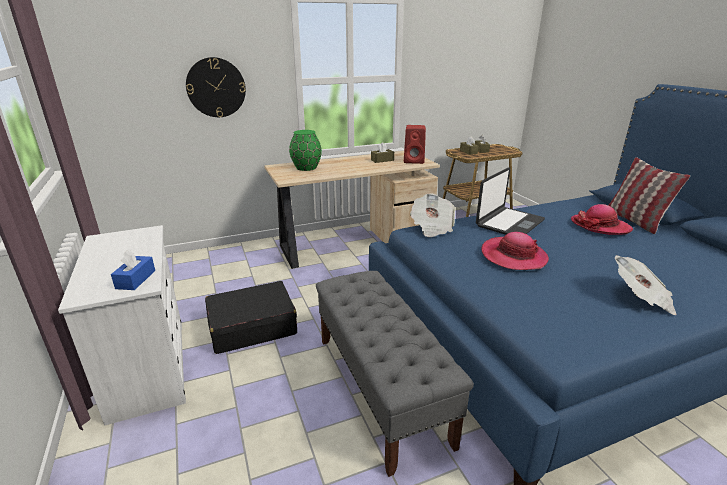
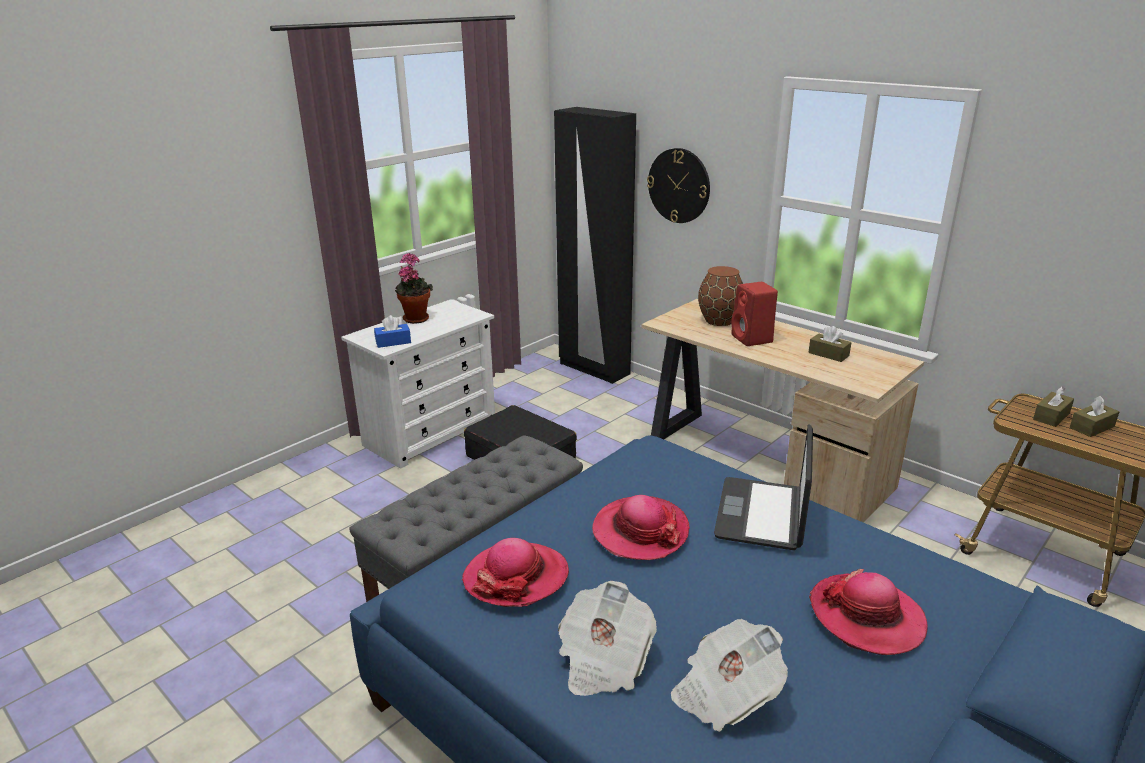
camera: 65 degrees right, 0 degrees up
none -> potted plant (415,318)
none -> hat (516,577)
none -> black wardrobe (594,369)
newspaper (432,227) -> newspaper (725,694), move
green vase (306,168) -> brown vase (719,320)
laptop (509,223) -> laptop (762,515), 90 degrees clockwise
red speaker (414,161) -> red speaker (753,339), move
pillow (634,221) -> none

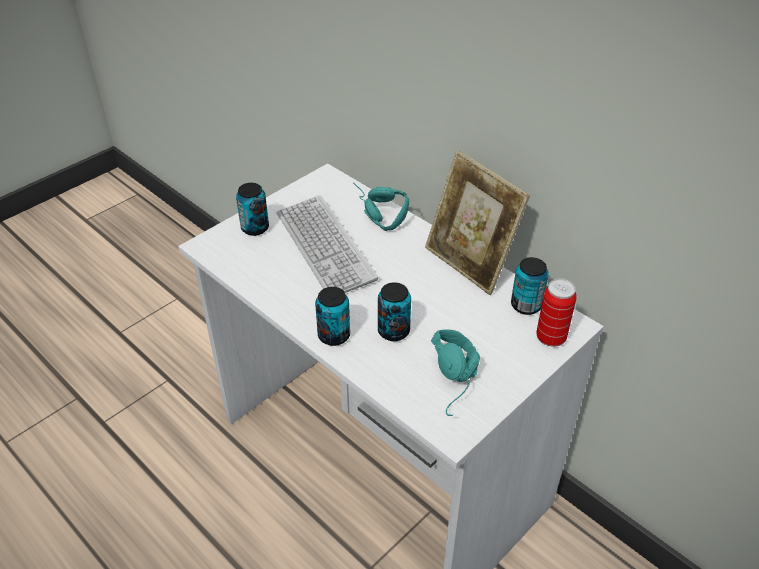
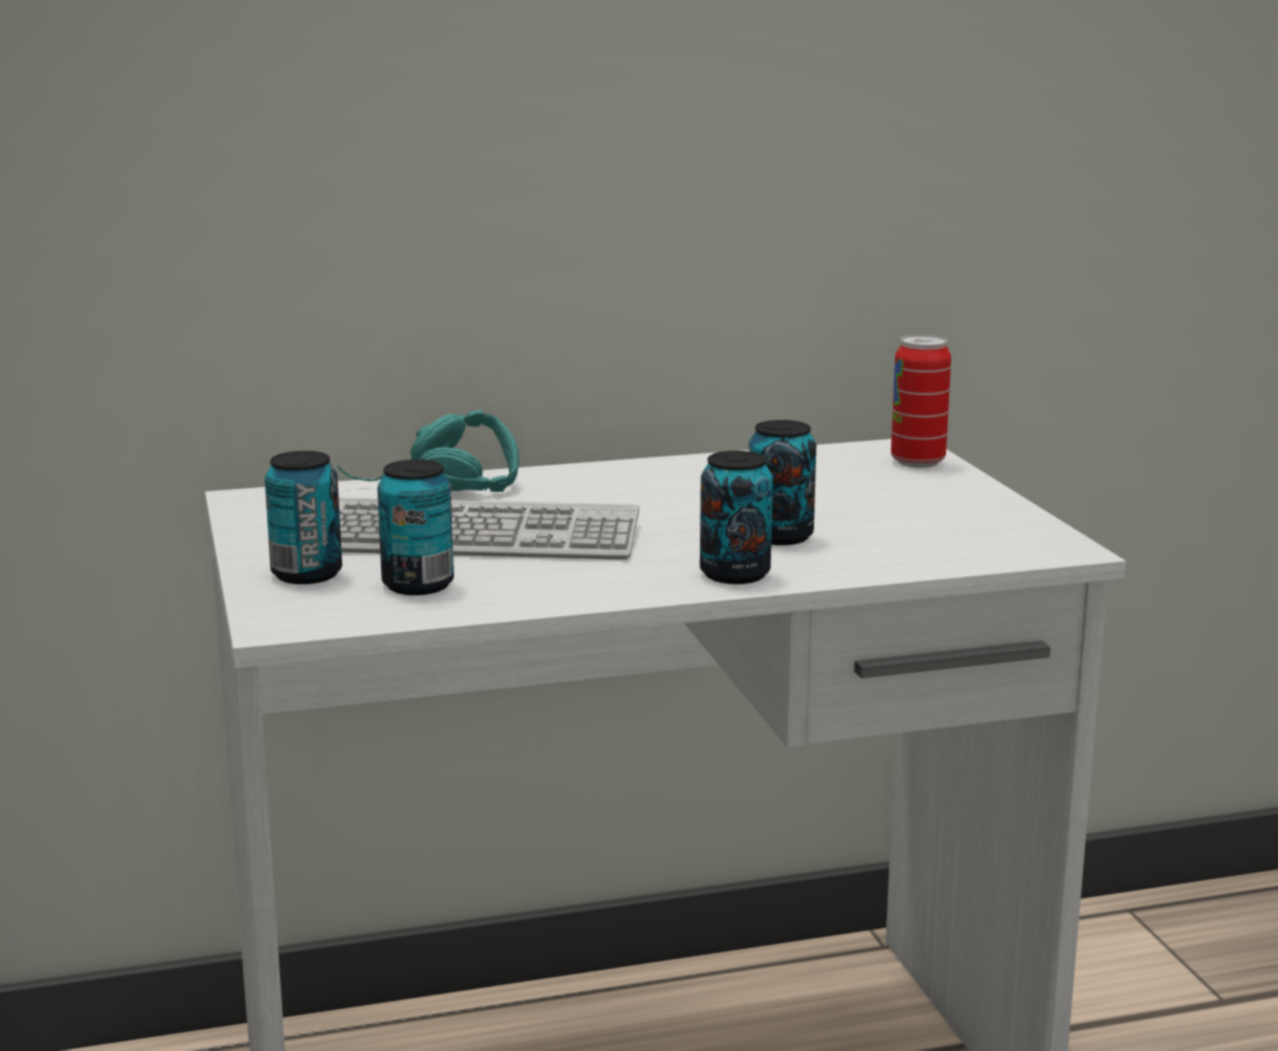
camera: 60 degrees left, 25 degrees down
can (526,305) -> can (418,585), move
picture frame (469,263) -> none
turquoise headphones (460,382) -> none

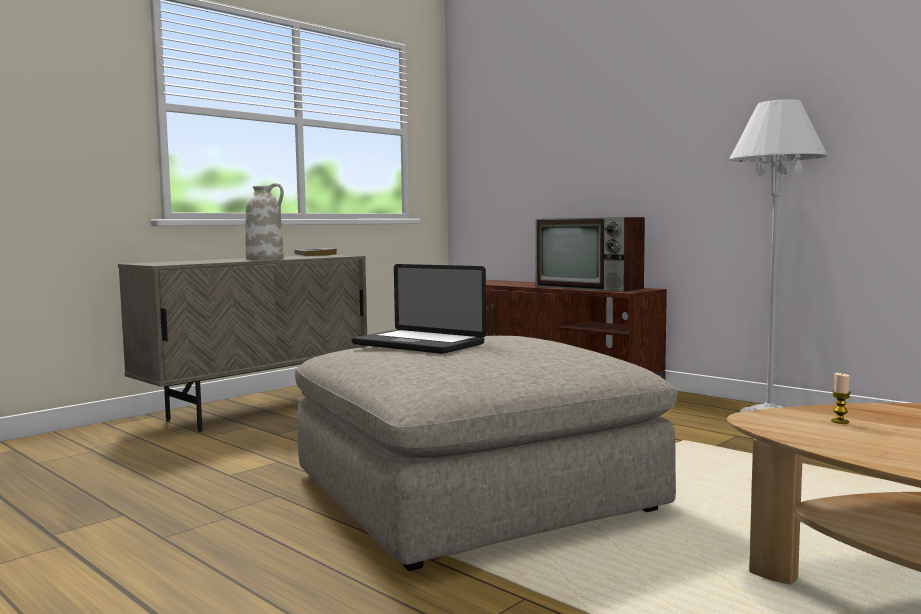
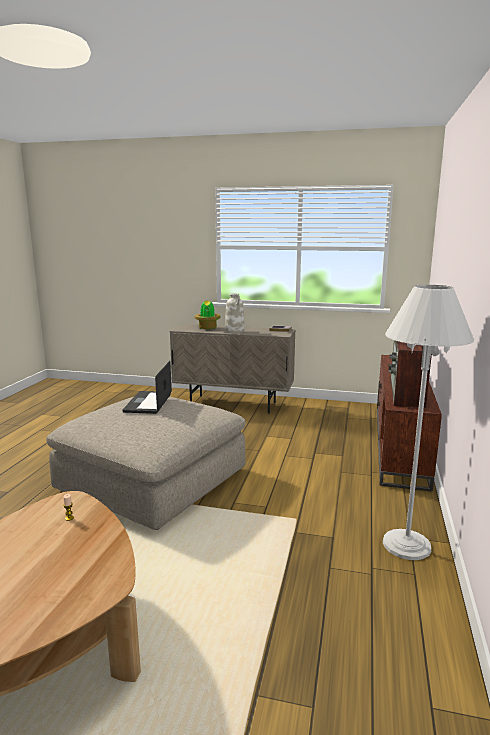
camera: 60 degrees right, 10 degrees up
none -> potted plant (207,328)

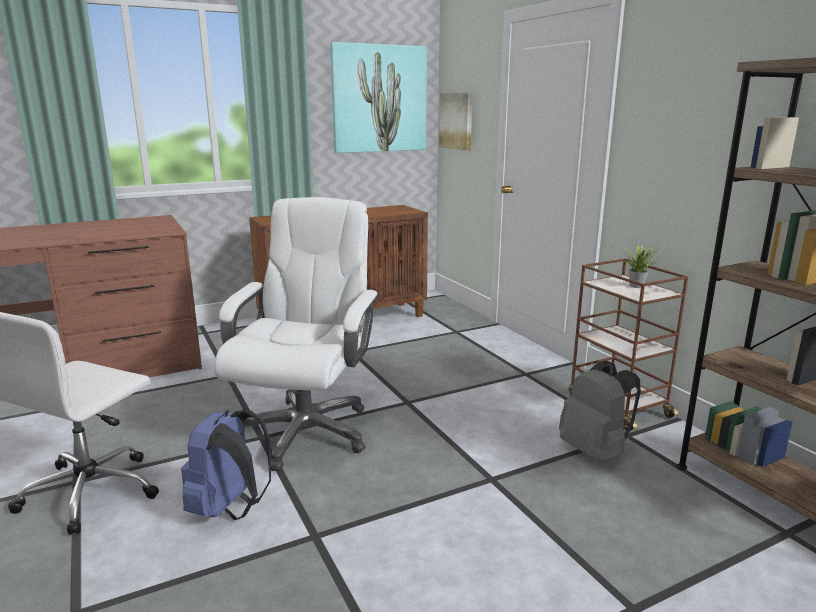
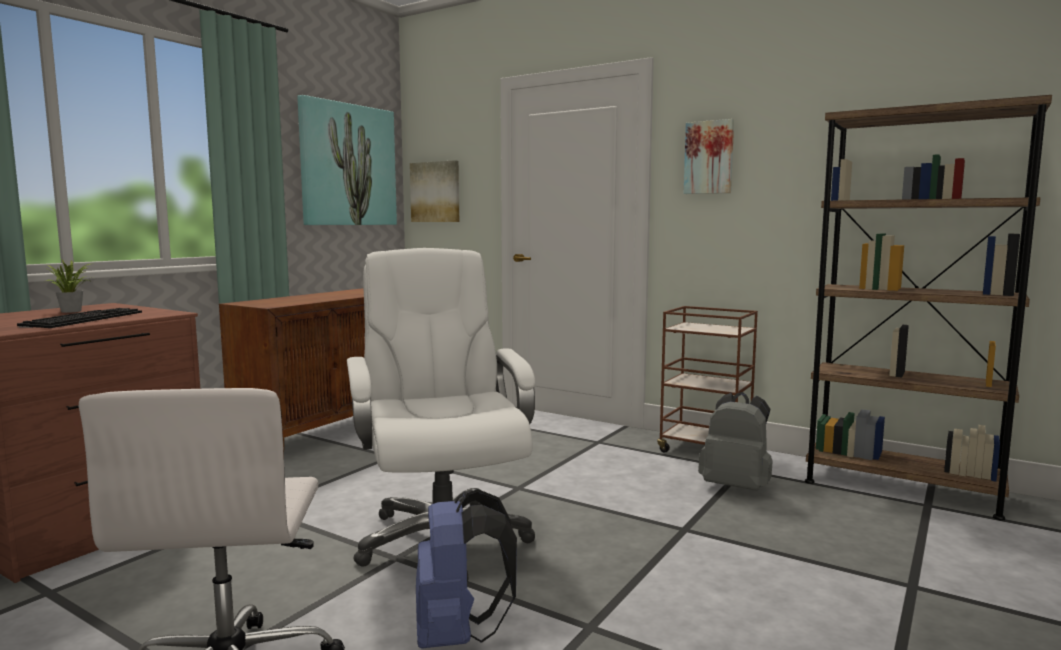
camera: 30 degrees left, 10 degrees down
none -> keyboard (83,319)
potted plant (638,286) -> potted plant (74,311), move
none -> picture (709,157)

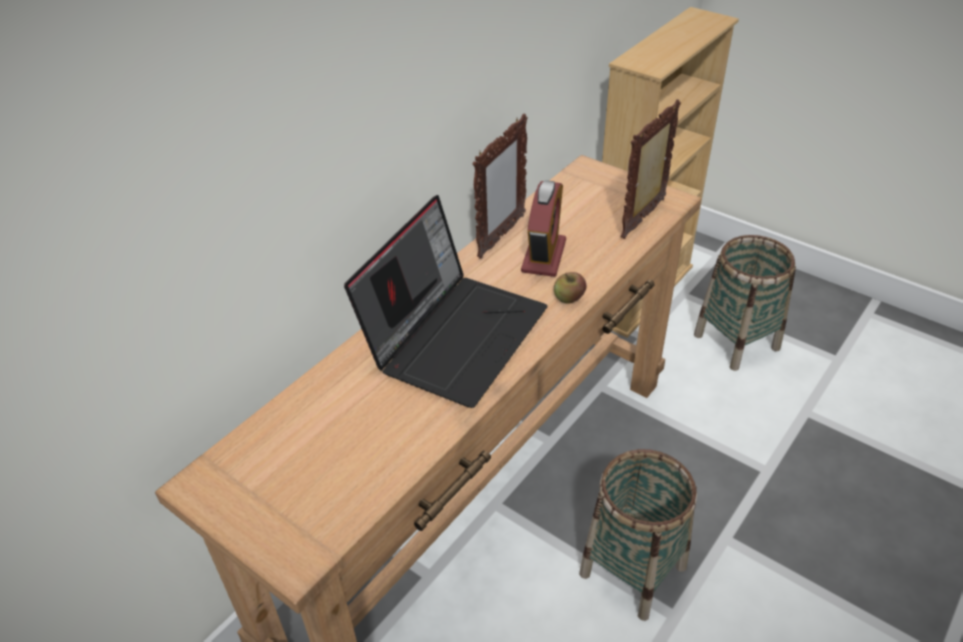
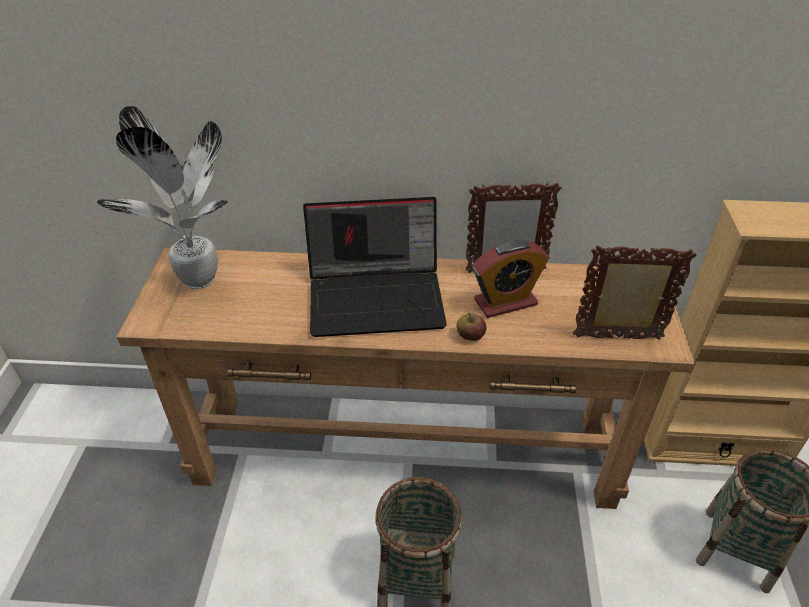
camera: 55 degrees right, 0 degrees up
none -> potted plant (198,282)

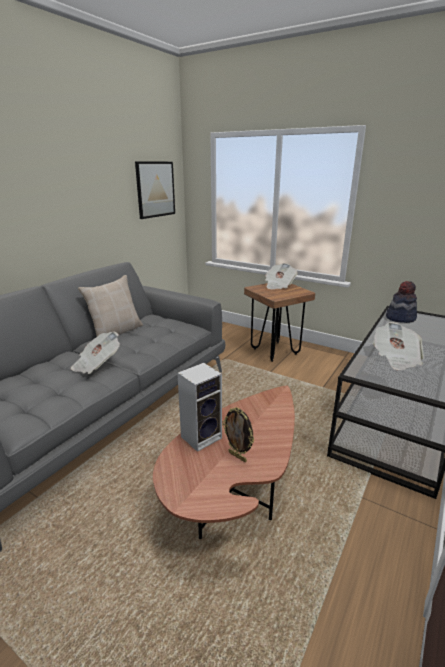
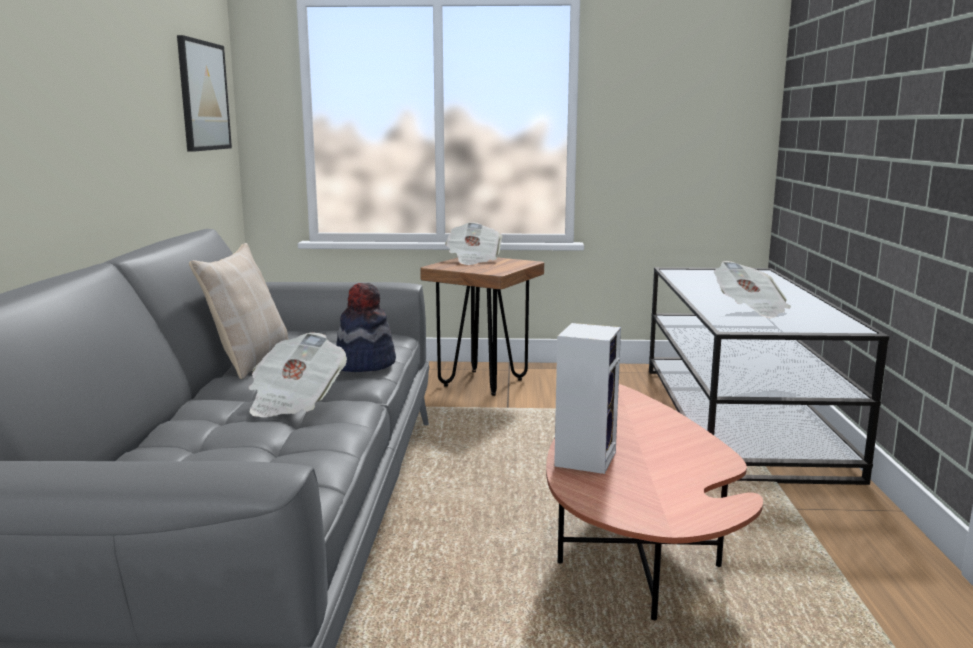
camera: 30 degrees left, 10 degrees down
hat (400,318) -> hat (364,364), move
picture frame (238,456) -> none

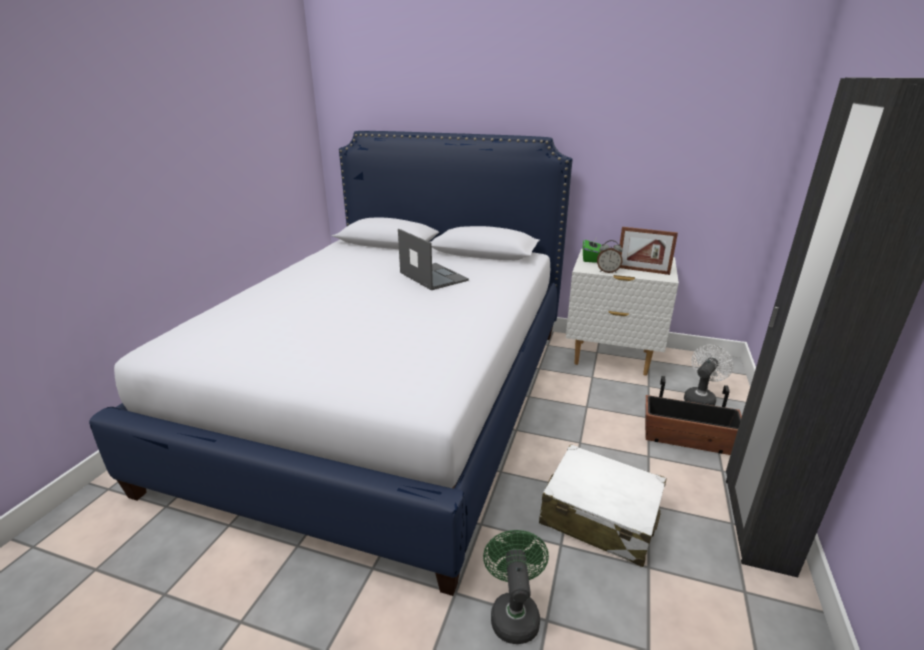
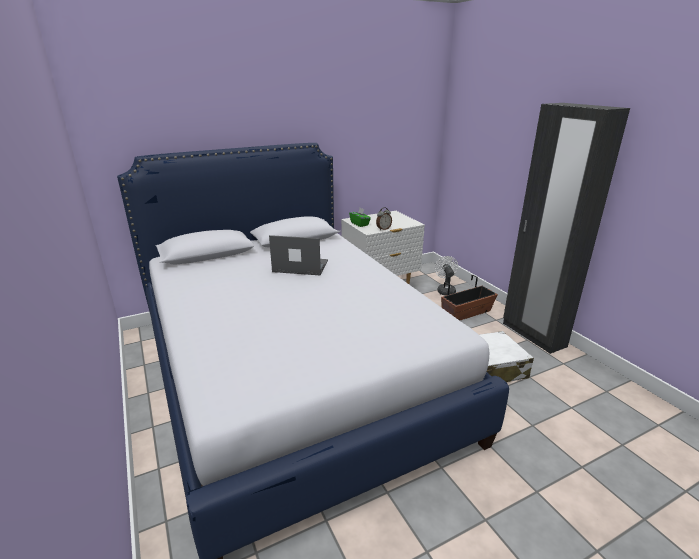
camera: 45 degrees left, 0 degrees up
green fan (513,612) -> none
picture frame (642,270) -> none

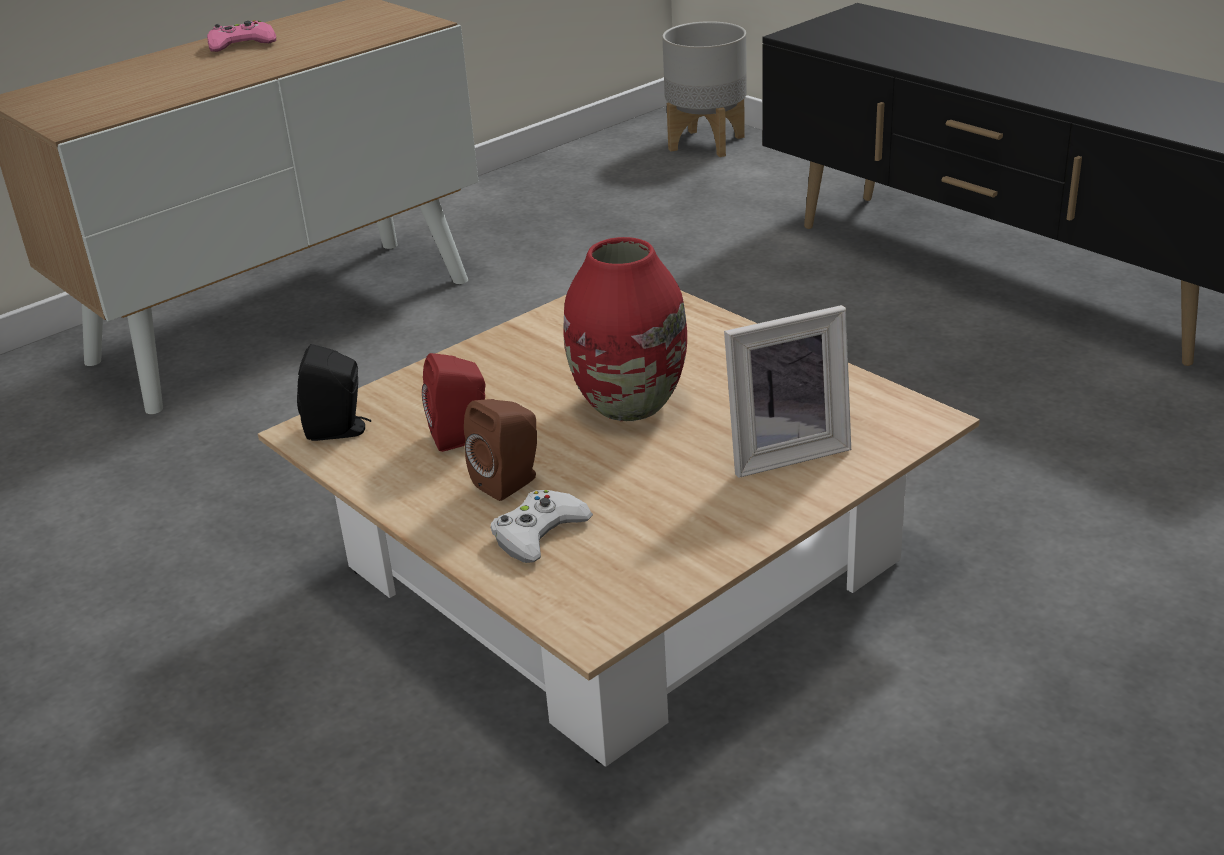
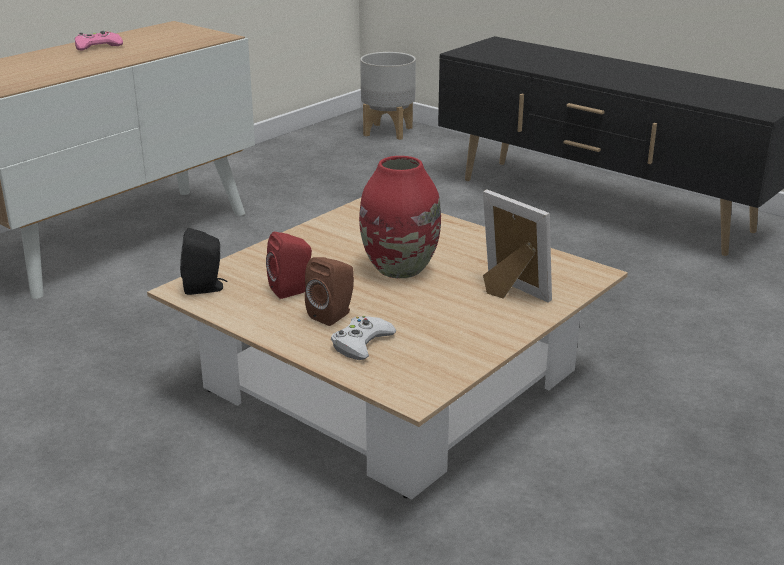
camera: 10 degrees left, 5 degrees down
picture frame (783,451) -> picture frame (509,292), 105 degrees counterclockwise

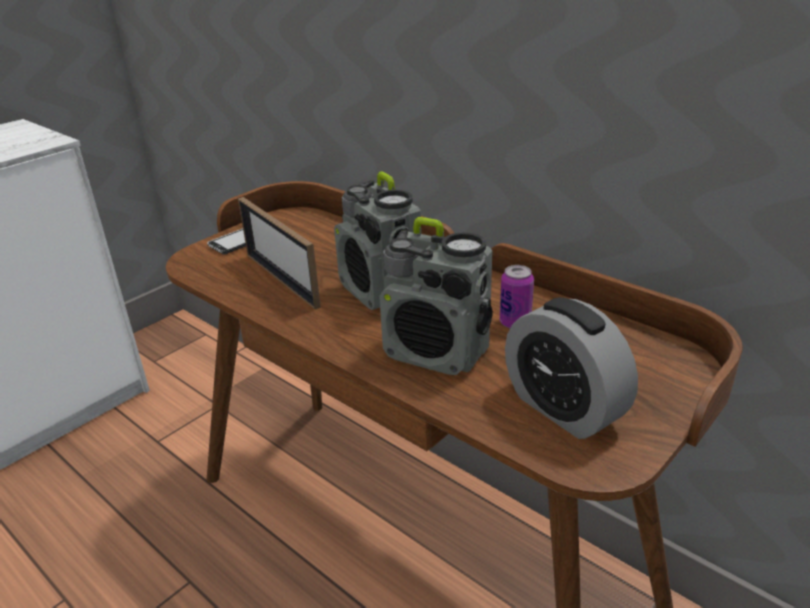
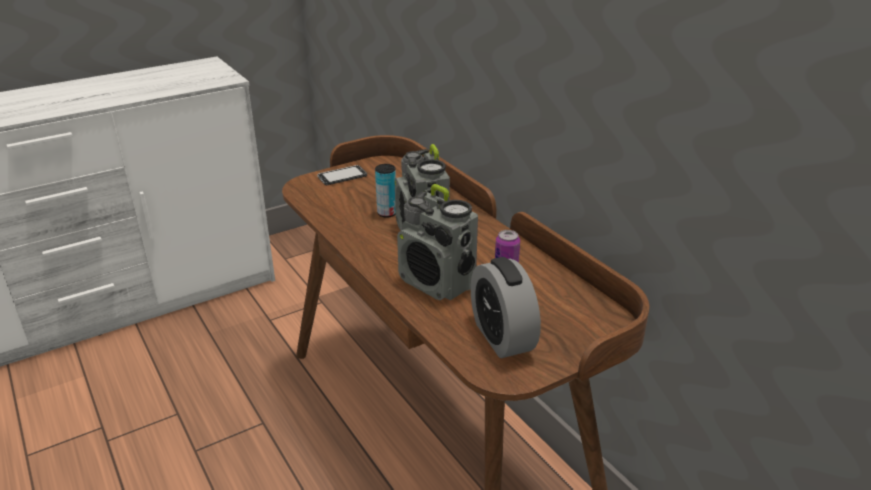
camera: 15 degrees right, 0 degrees up
none -> can (387,213)
picture frame (281,279) -> none

